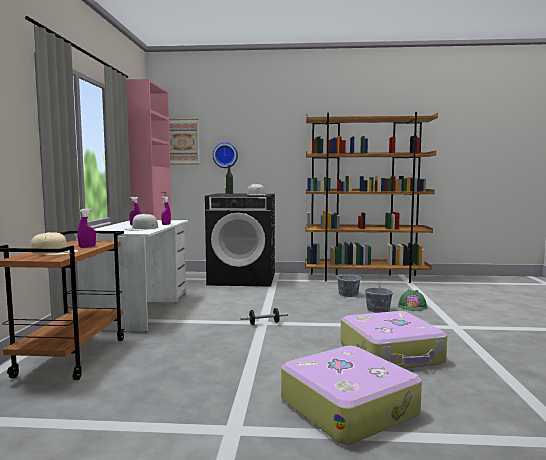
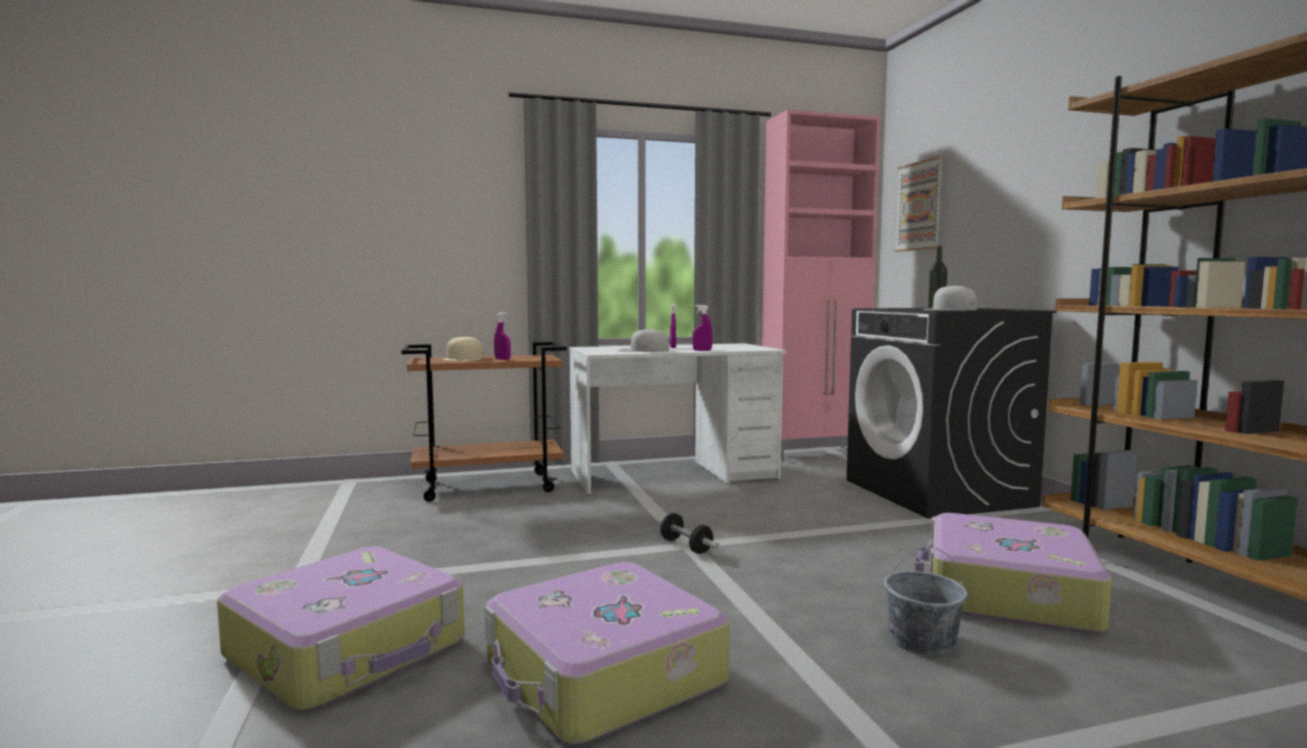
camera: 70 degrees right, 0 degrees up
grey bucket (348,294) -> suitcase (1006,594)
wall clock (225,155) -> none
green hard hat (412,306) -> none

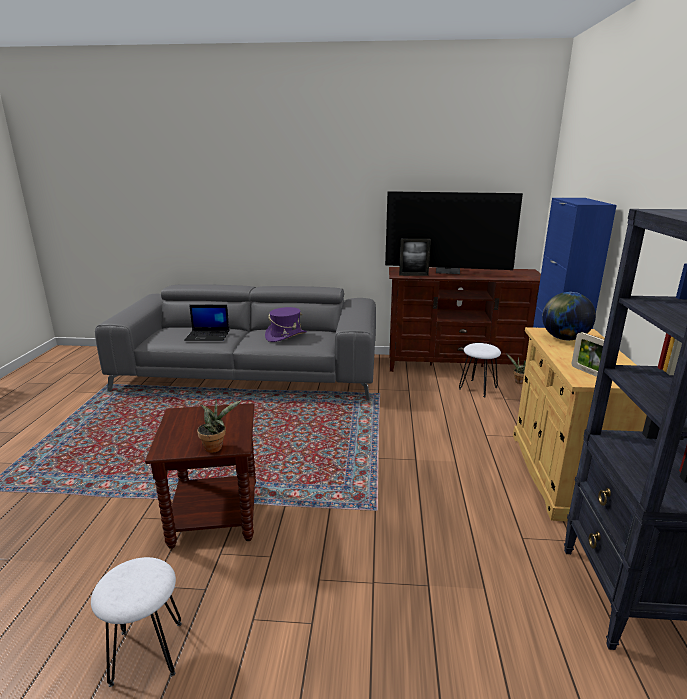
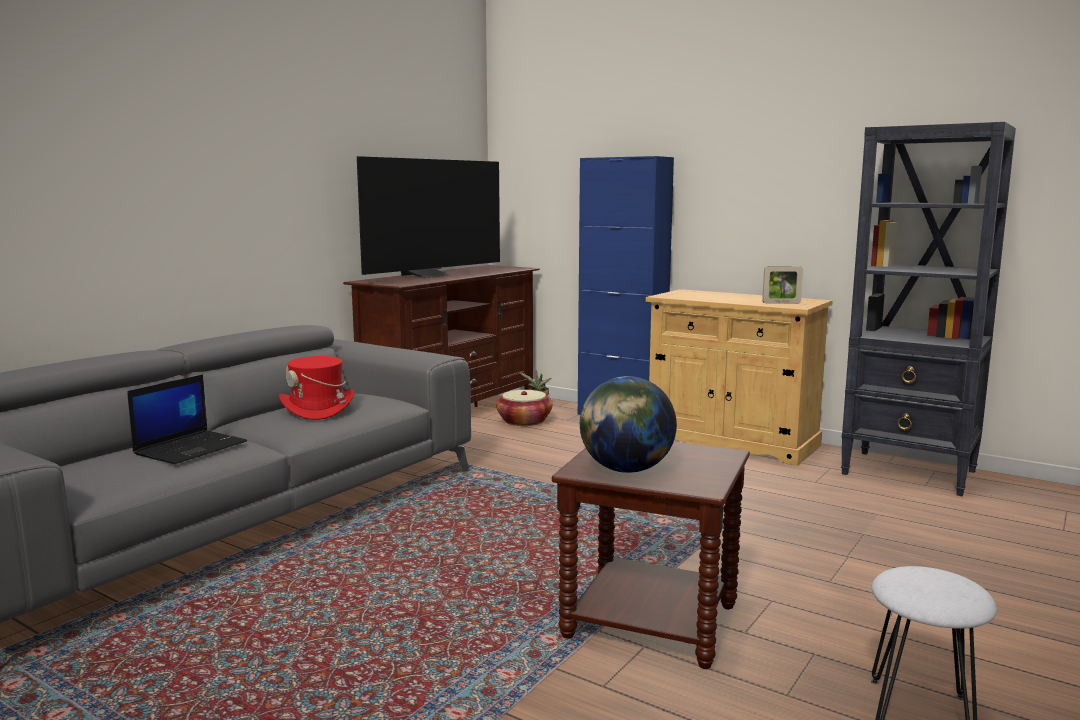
camera: 60 degrees left, 10 degrees down
purple hat (286,336) -> red hat (318,409)
white stool (478,388) -> basket (524,421)
globe (564,338) -> globe (626,470), move
potted plant (216,447) -> none
picture frame (413,275) -> none

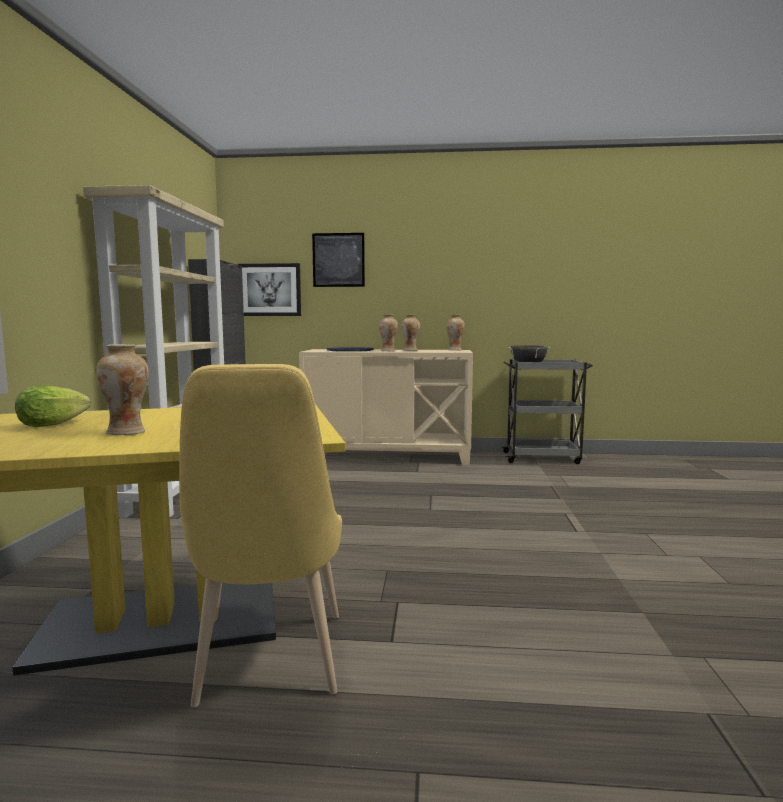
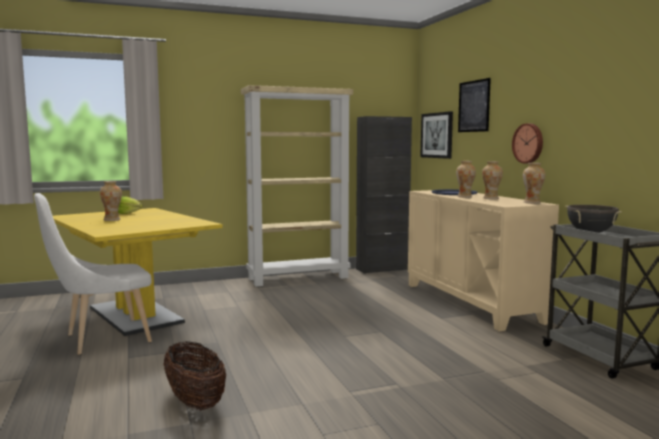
camera: 65 degrees right, 0 degrees up
yellow chair (269,665) -> white chair (101,339)
none -> basket (195,402)
none -> wall clock (528,143)

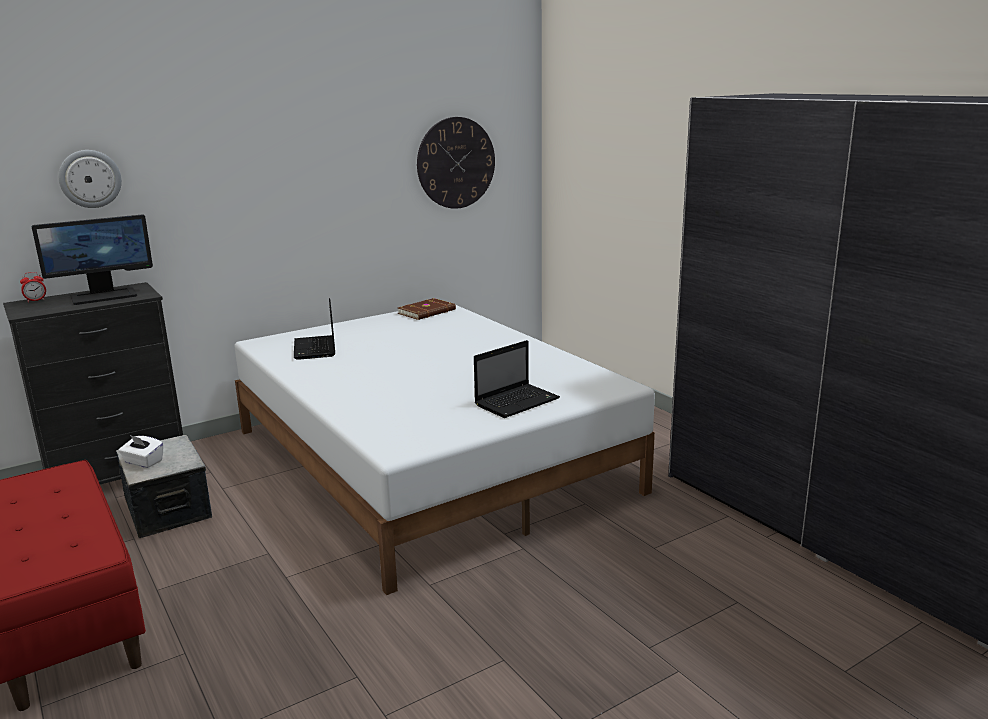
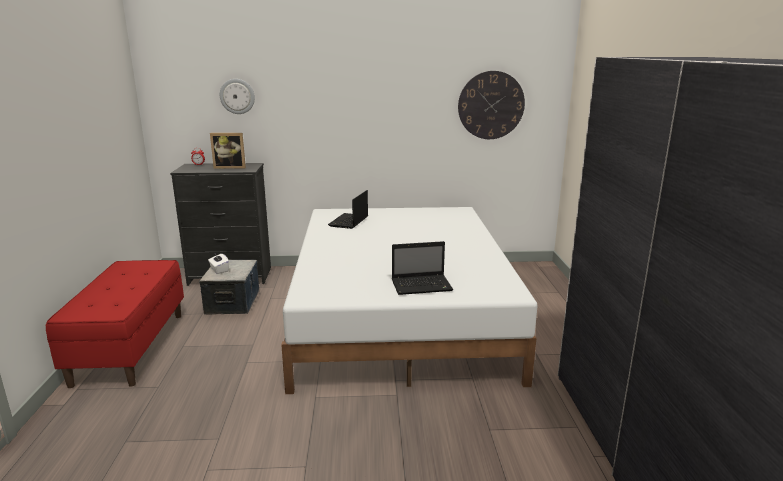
camera: 30 degrees right, 0 degrees up
monitor (104,296) -> picture frame (230,167)
brown book (427,312) -> none

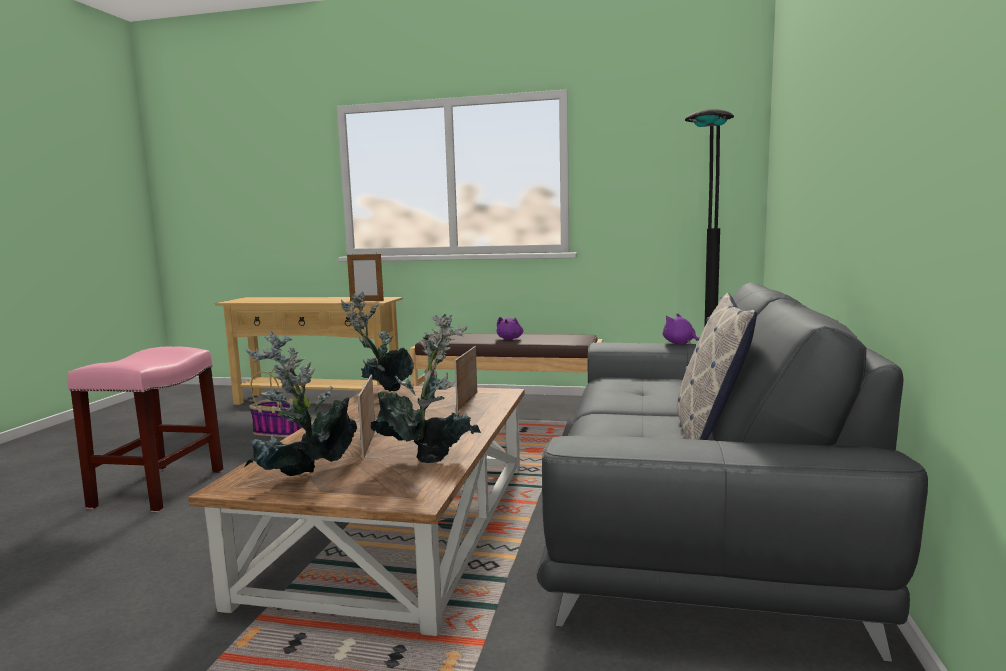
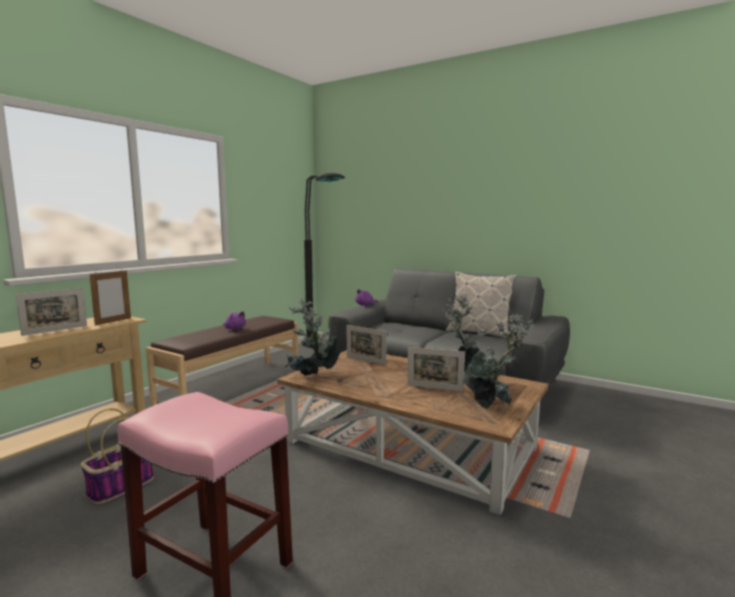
camera: 70 degrees left, 0 degrees up
none -> picture frame (55,330)

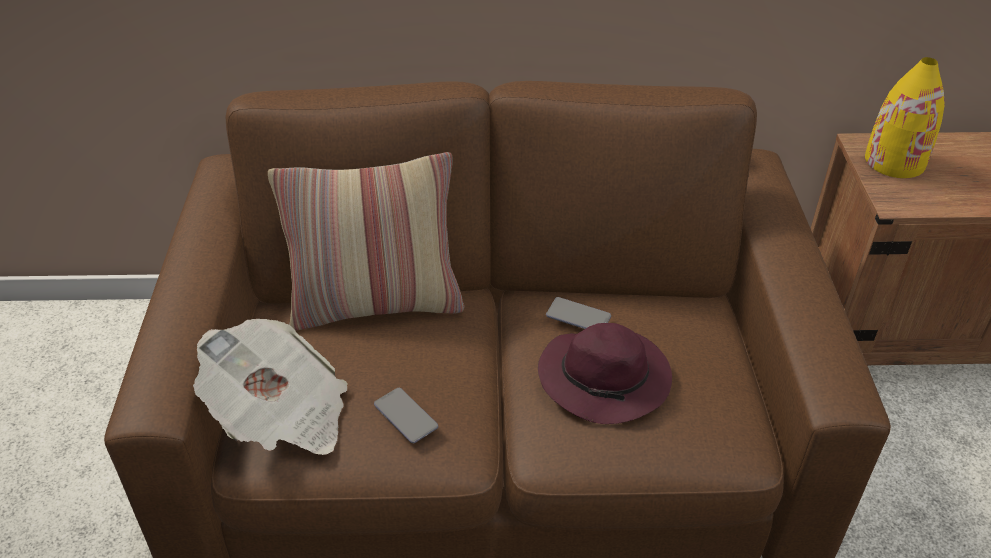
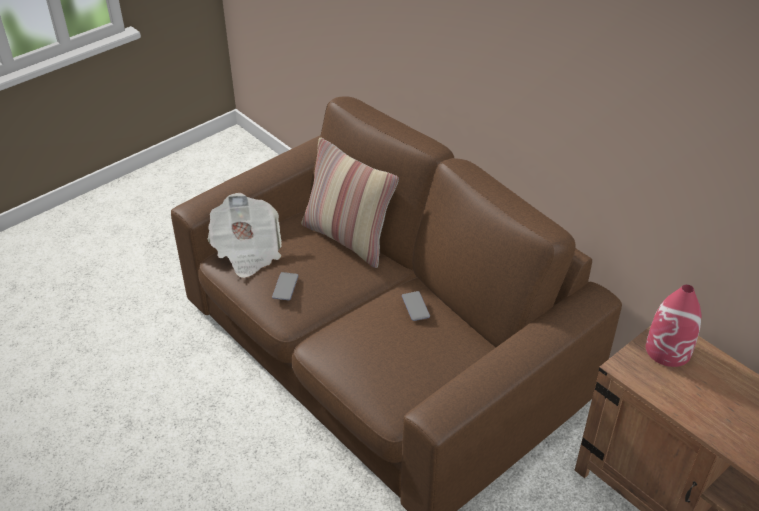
camera: 50 degrees right, 0 degrees up
yellow vase (895,161) -> red vase (668,350)
purple hat (606,379) -> none

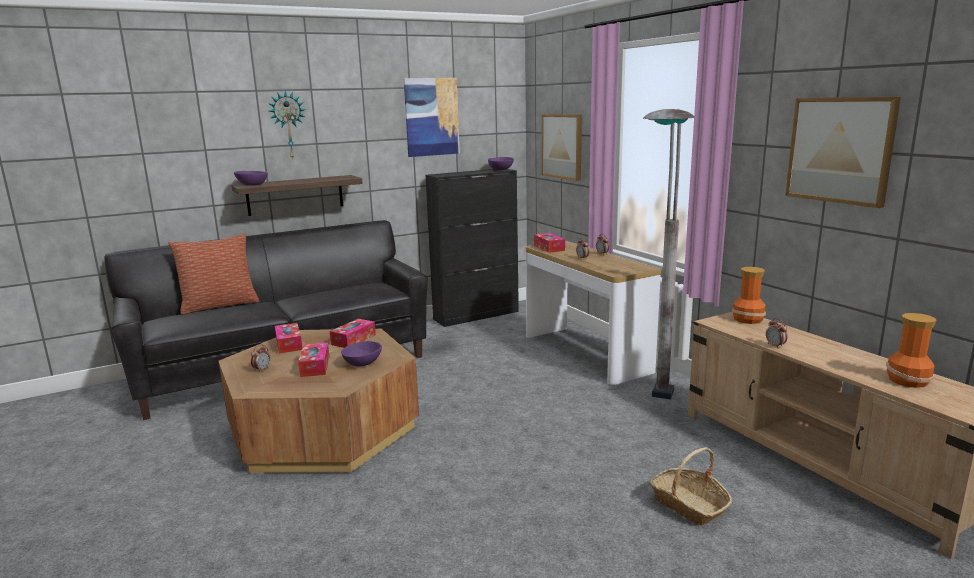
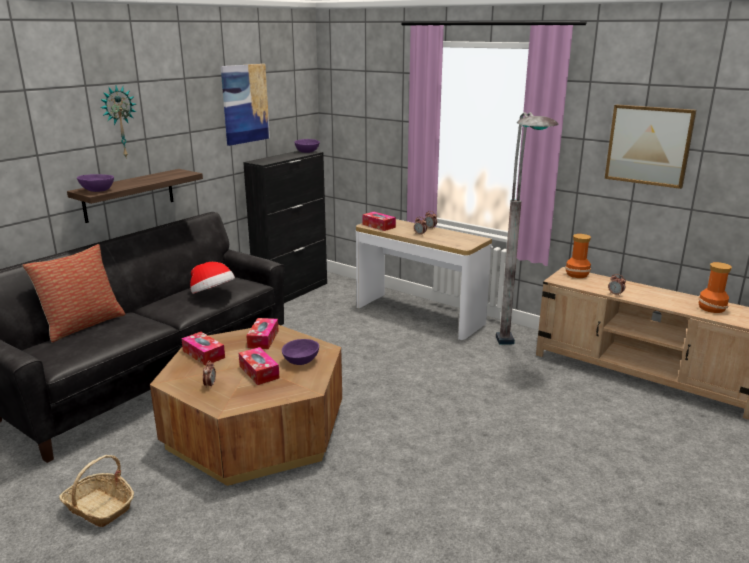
camera: 25 degrees left, 5 degrees up
basket (689,505) -> basket (100,508), move
none -> hat (212,295)
picture (562,146) -> none

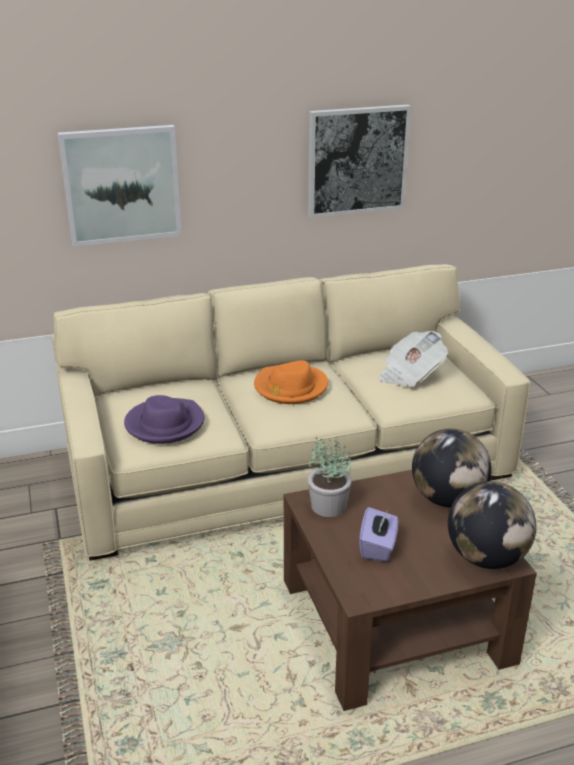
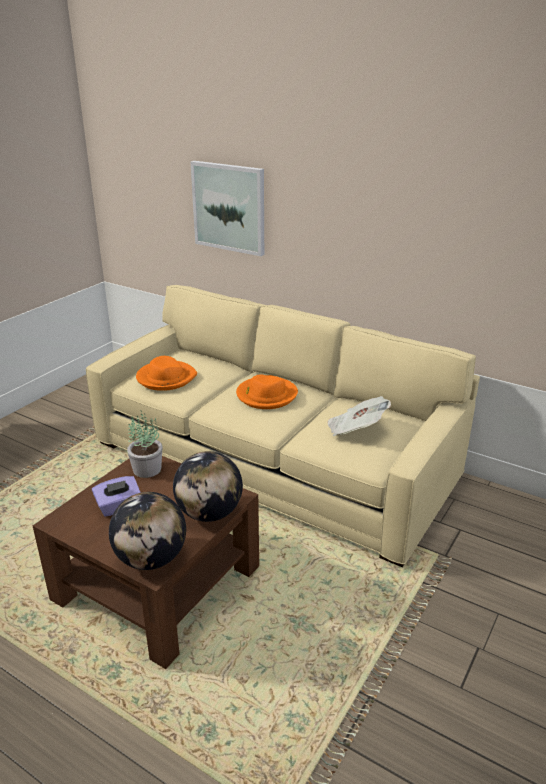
camera: 50 degrees right, 0 degrees up
purple hat (164,424) -> orange hat (166,378)
picture (357,160) -> none

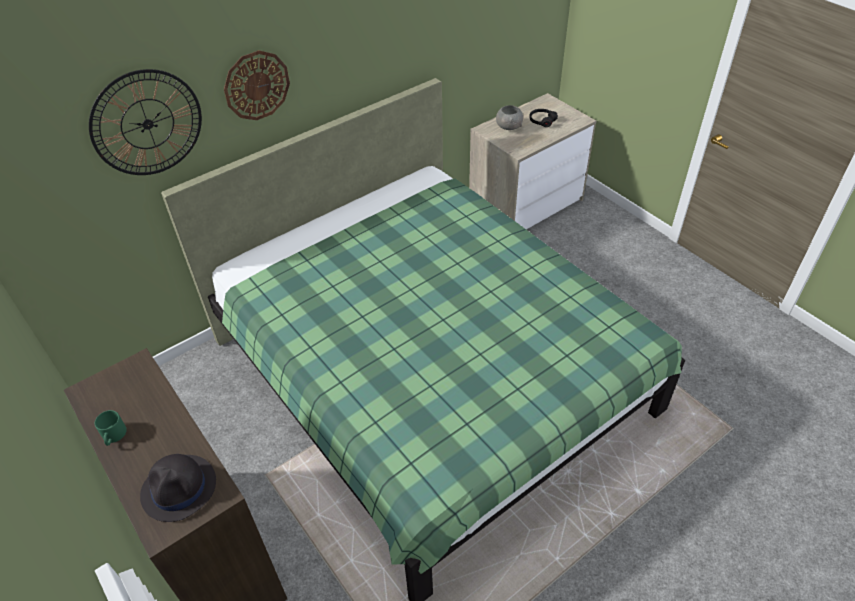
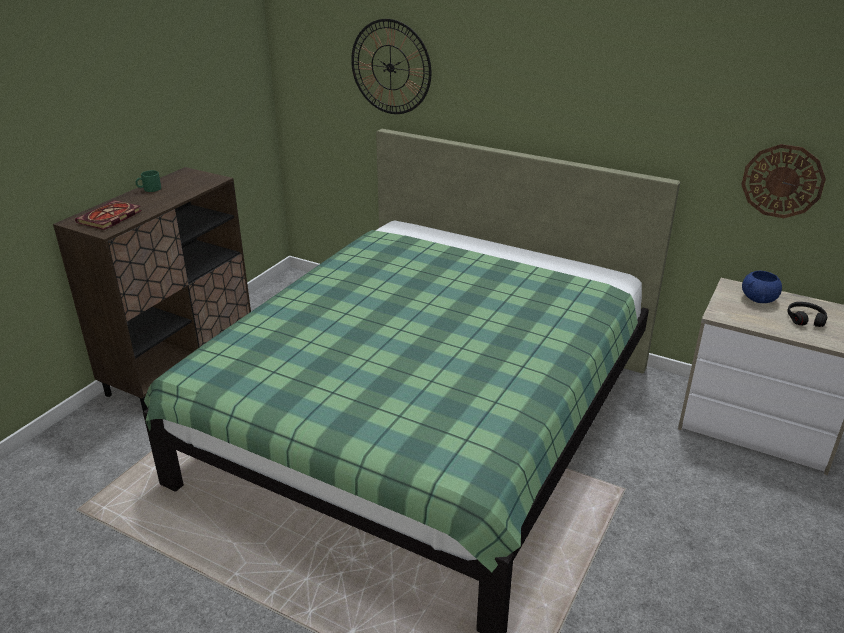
camera: 65 degrees right, 15 degrees down
black hat (179,488) -> book (109,218)
wall clock (256,85) -> wall clock (782,181), move
grey bowl (509,127) -> blue bowl (758,299)

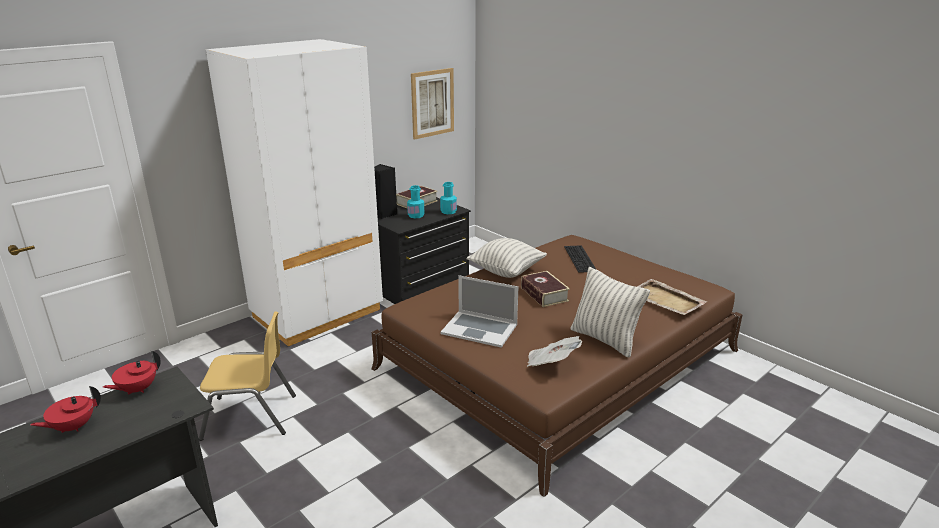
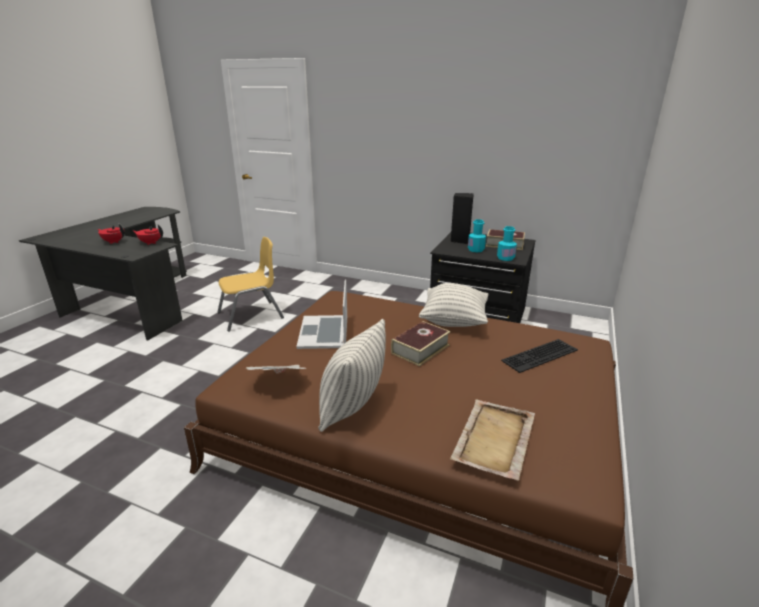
camera: 65 degrees right, 0 degrees up
yellow chair (250,417) -> yellow chair (251,316), 90 degrees counterclockwise
white wardrobe (317,314) -> none
picture (432,103) -> none

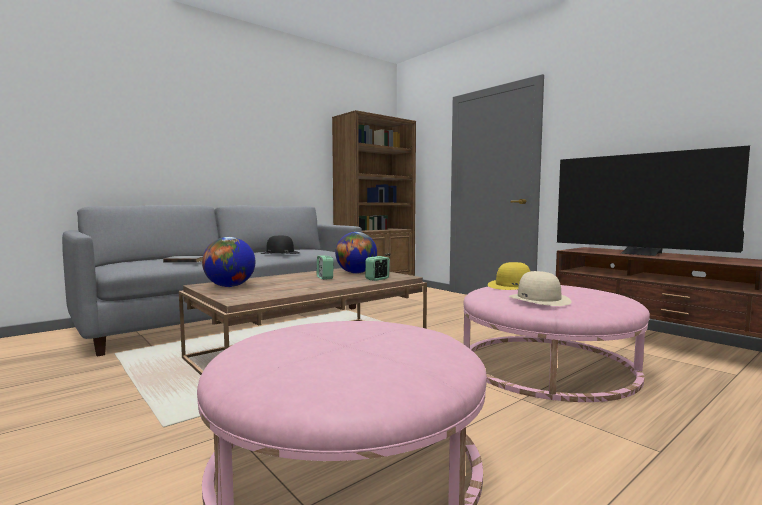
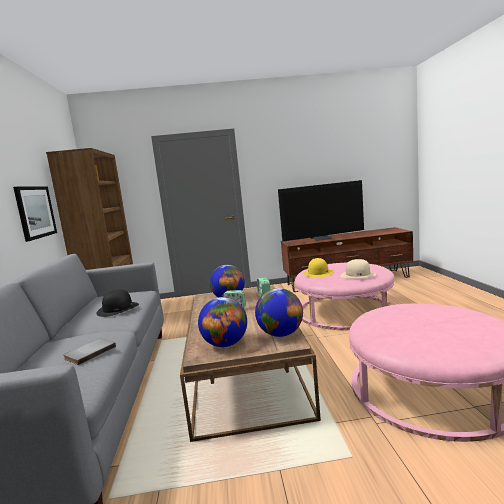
camera: 55 degrees left, 5 degrees up
none -> picture (35,212)
none -> globe (281,334)

